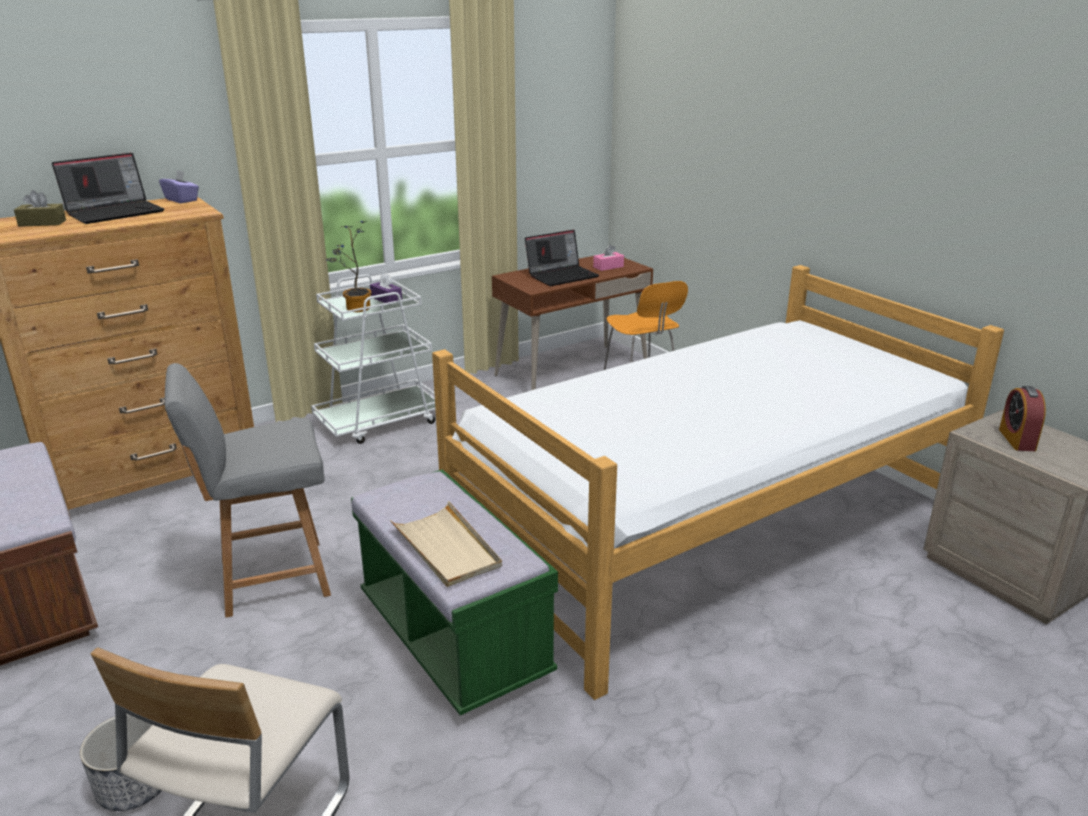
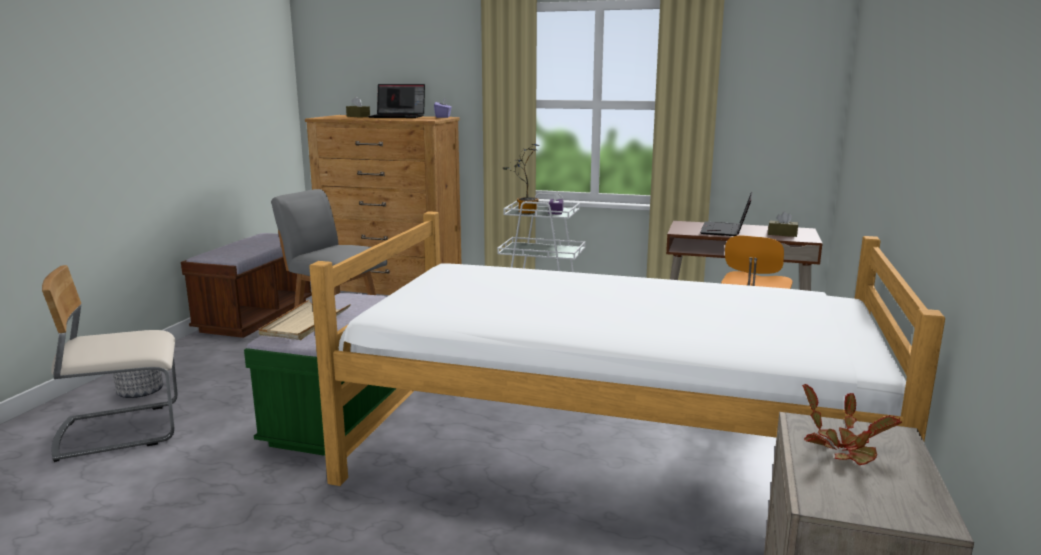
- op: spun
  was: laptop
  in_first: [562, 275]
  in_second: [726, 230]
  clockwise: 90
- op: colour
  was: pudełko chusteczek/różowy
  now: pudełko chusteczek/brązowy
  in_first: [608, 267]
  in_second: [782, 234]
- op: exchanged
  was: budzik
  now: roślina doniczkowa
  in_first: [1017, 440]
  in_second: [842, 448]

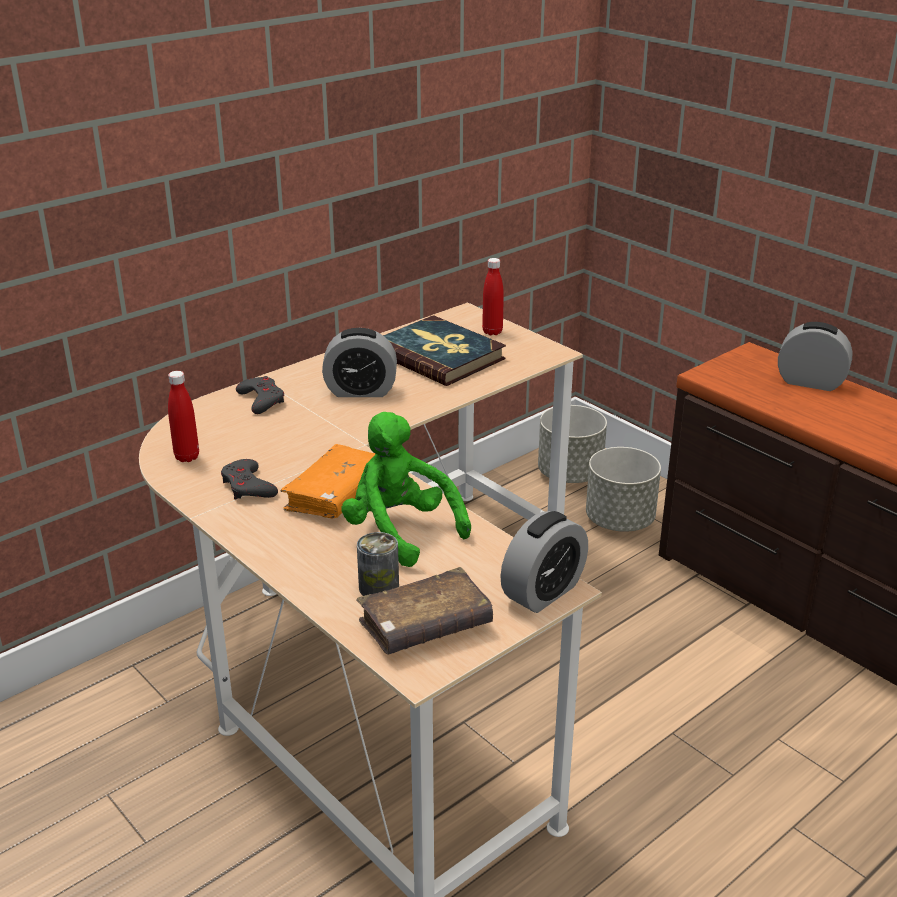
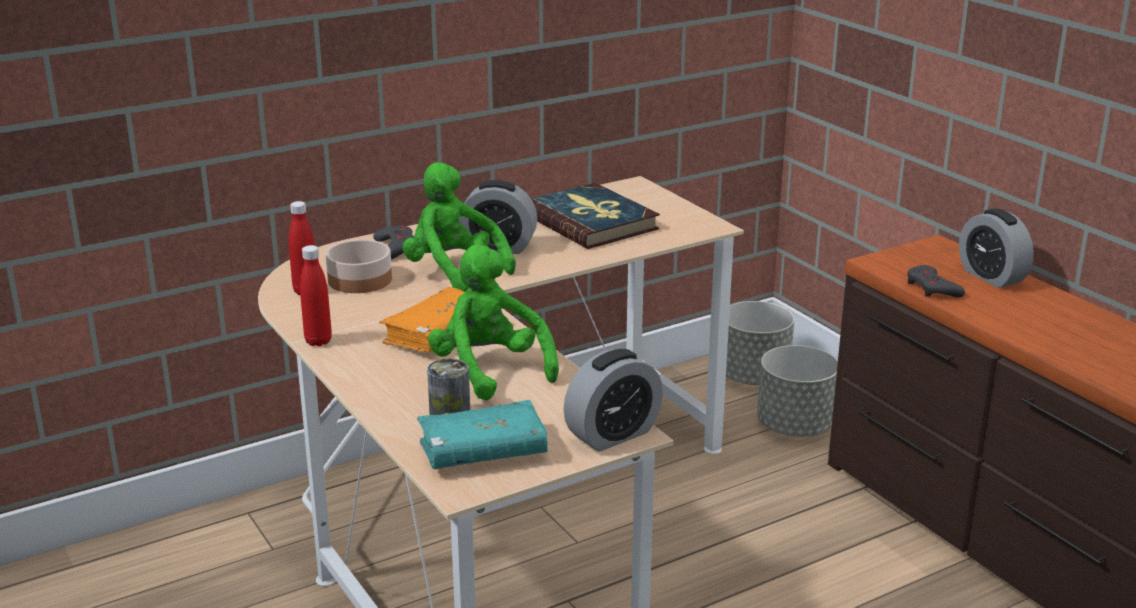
- op: relocated
  was: pad do gier/szary
  in_first: [248, 486]
  in_second: [932, 288]
- op: colour
  was: książka/brązowy
  now: książka/turkusowy
  in_first: [425, 626]
  in_second: [483, 451]
- op: relocated
  was: butelka/czerwony
  in_first: [492, 332]
  in_second: [318, 341]
- op: spun
  was: budzik
  in_first: [810, 382]
  in_second: [991, 277]
  clockwise: -150
- op: appeared
  now: miska
  in_second: [359, 279]
- op: appeared
  now: pluszak/zielony
  in_second: [453, 271]

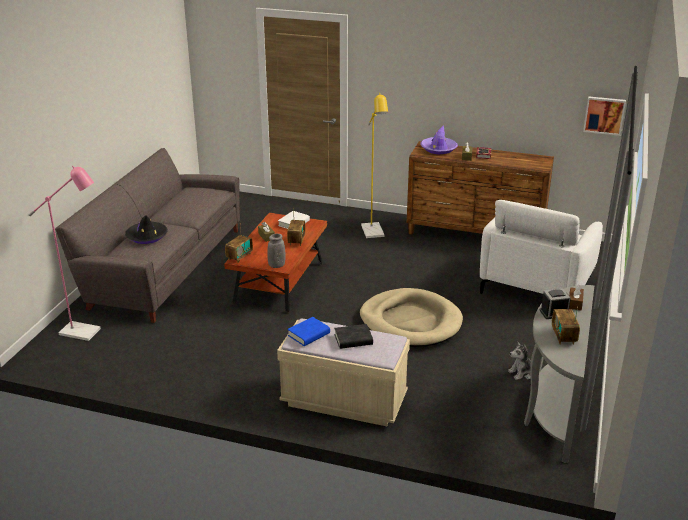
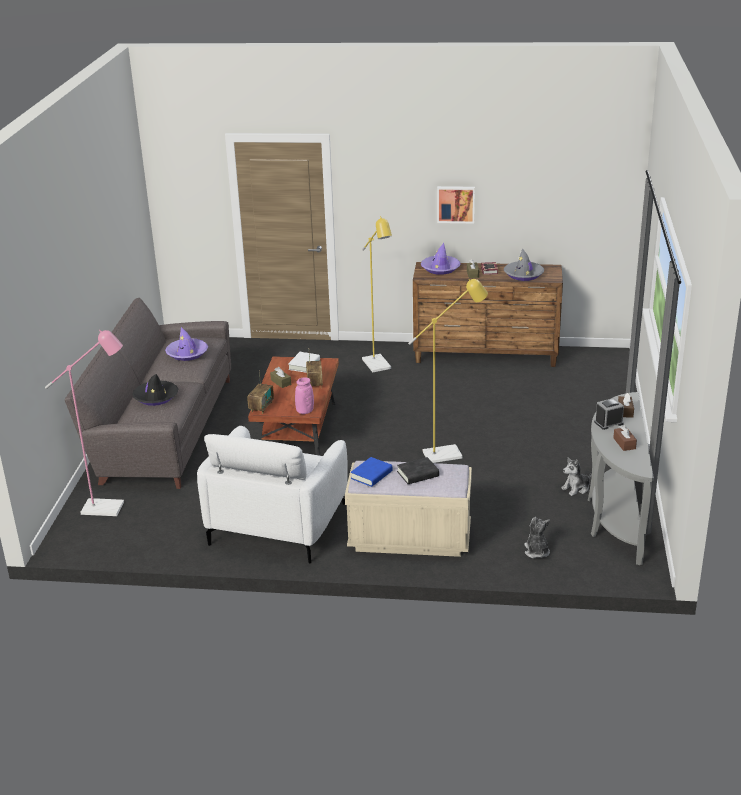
- op: colour
  was: wazon/szary
  now: wazon/różowy
  in_first: [276, 265]
  in_second: [305, 411]
- op: exchanged
  was: legowisko/beżowy
  now: lampa stojąca/żółty
  in_first: [410, 322]
  in_second: [449, 453]
- op: relocated
  was: fotel/biały
  in_first: [536, 284]
  in_second: [278, 523]
- op: exchanged
  was: radio
  now: pudełko chusteczek/brązowy
  in_first: [563, 336]
  in_second: [624, 443]
- op: relocated
  was: obraz
  in_first: [604, 115]
  in_second: [456, 204]
- op: appeared
  now: kapelusz/fioletowy
  in_second: [187, 353]
- op: appeared
  now: kapelusz/szary
  in_second: [523, 275]
- op: appeared
  now: pluszak
  in_second: [536, 551]

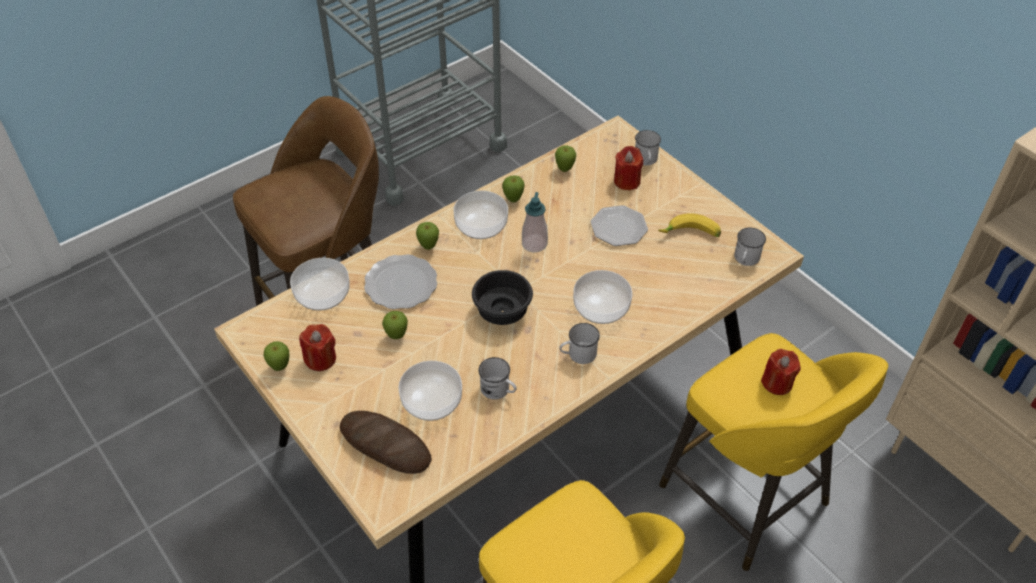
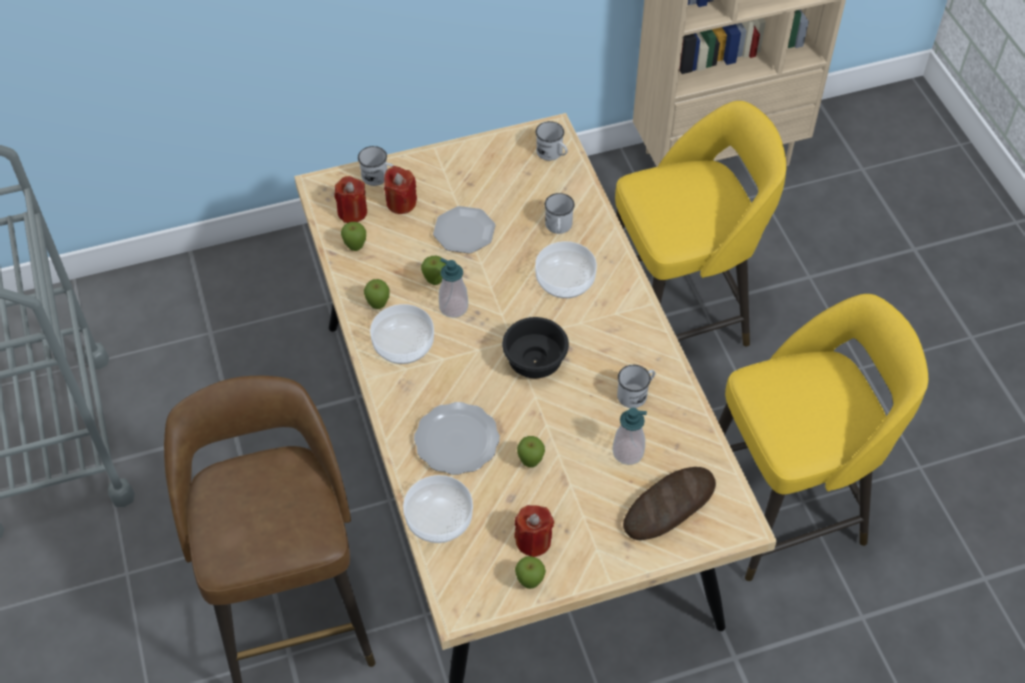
- op: exchanged
  was: miska
  now: dozownik mydła
  in_first: [432, 400]
  in_second: [628, 452]
- op: relocated
  was: jabłko
  in_first: [428, 247]
  in_second: [435, 281]
- op: relocated
  was: kubek/biały
  in_first: [578, 354]
  in_second: [558, 227]
- op: missing
  was: banan
  in_first: [690, 234]
- op: relocated
  was: świeca/czerwony
  in_first: [777, 383]
  in_second: [352, 212]

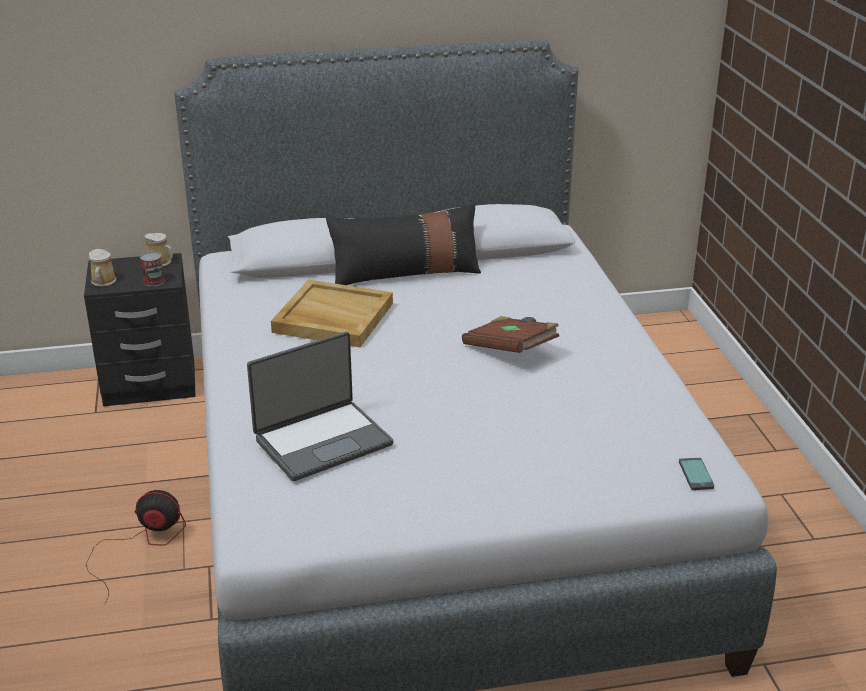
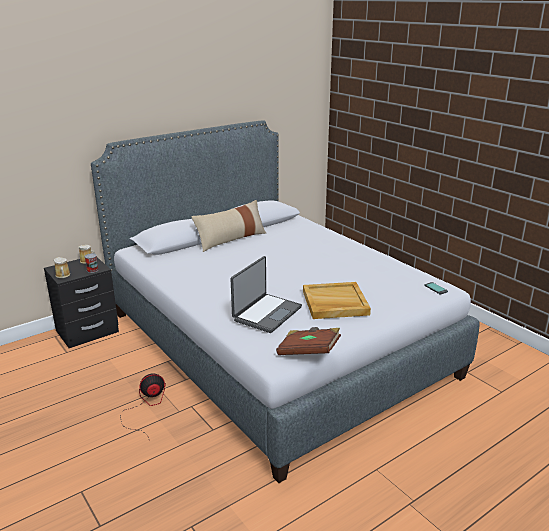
- op: relocated
  was: taca/beżowy
  in_first: [332, 318]
  in_second: [334, 303]
- op: colour
  was: poduszka/czarny
  now: poduszka/beżowy
  in_first: [405, 273]
  in_second: [231, 239]
- op: relocated
  was: książka/brązowy
  in_first: [510, 350]
  in_second: [308, 352]

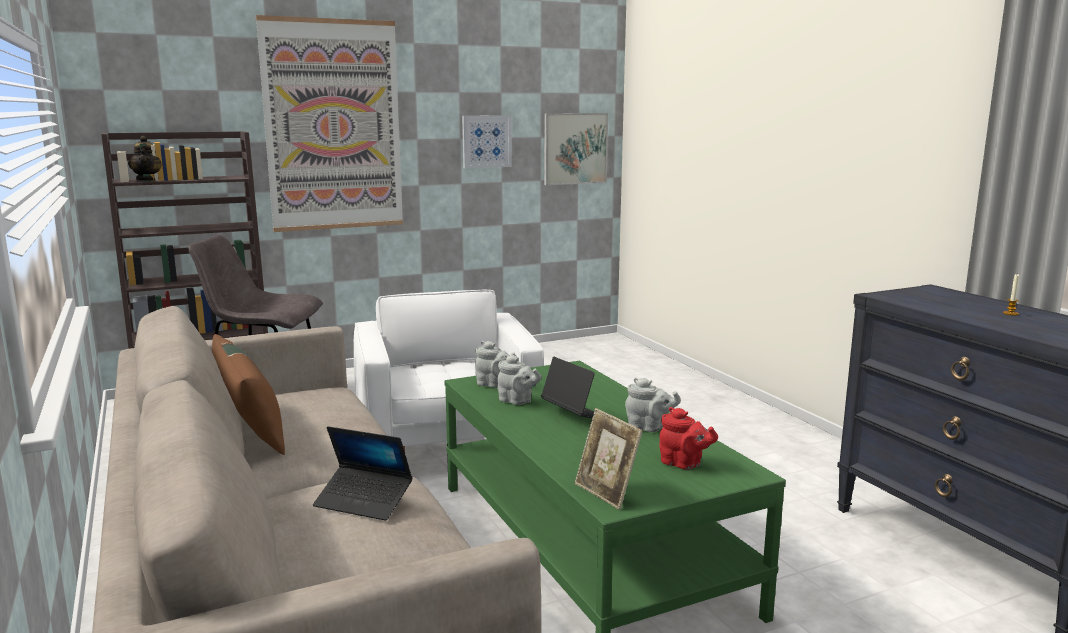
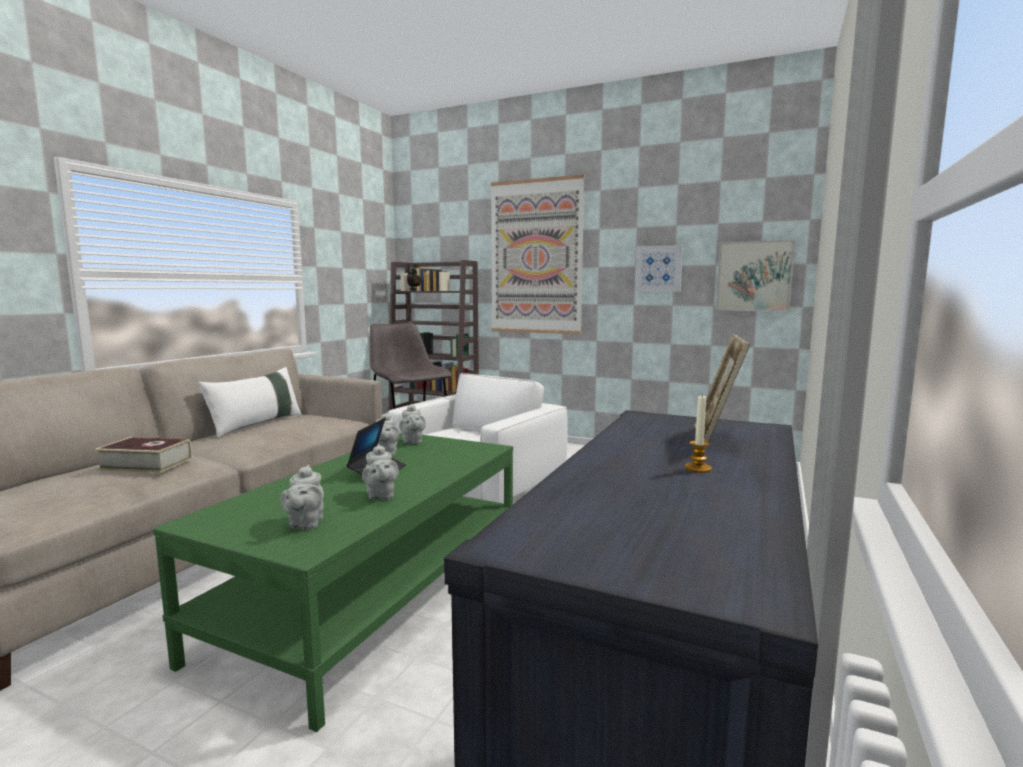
- op: colour
  was: poduszka/brązowy
  now: poduszka/biały
  in_first: [250, 428]
  in_second: [256, 424]
- op: exchanged
  was: laptop
  now: książka
  in_first: [364, 501]
  in_second: [146, 464]
- op: relocated
  was: ramka na zdjęcie
  in_first: [606, 493]
  in_second: [716, 438]
- op: colour
  was: imbryk/czerwony
  now: imbryk/szary
  in_first: [684, 464]
  in_second: [305, 524]

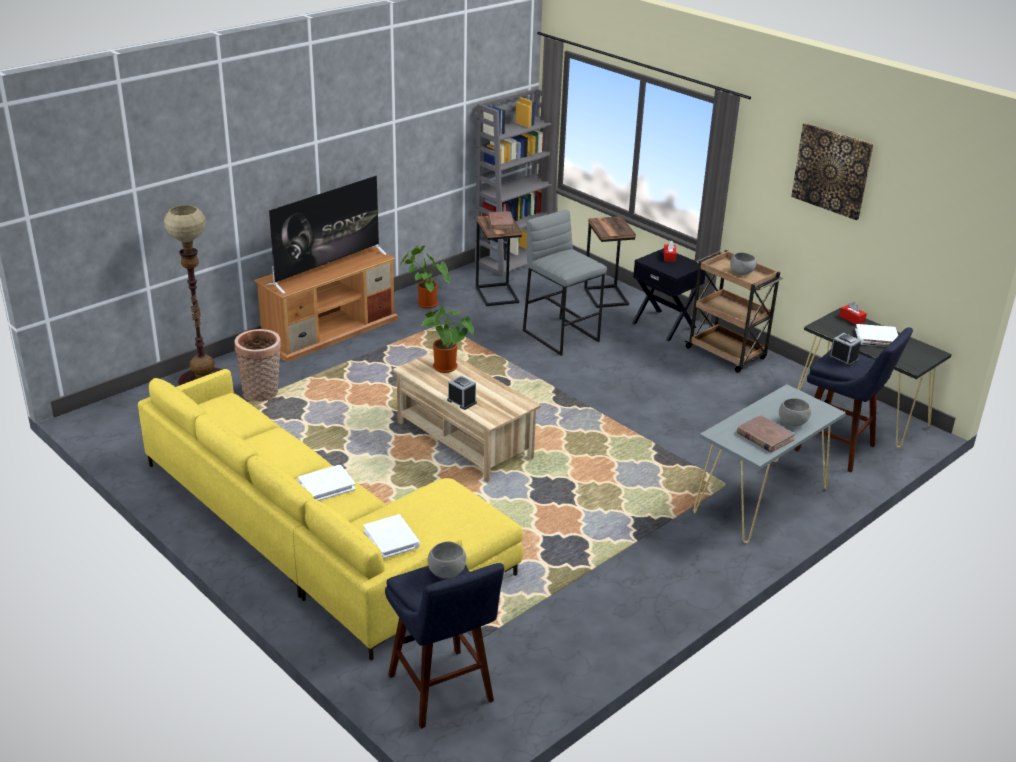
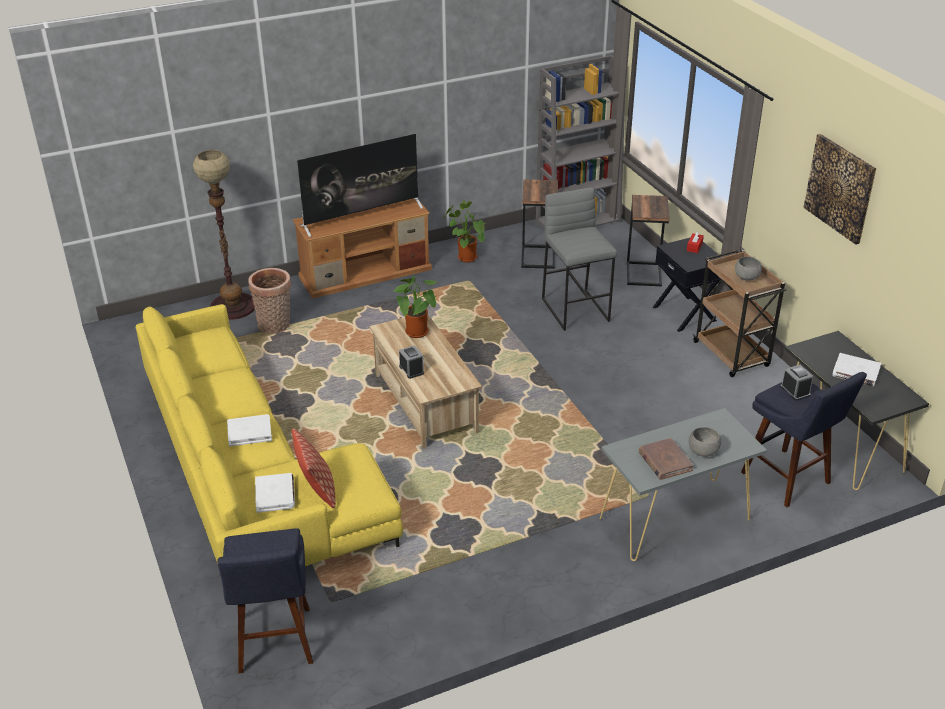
- op: missing
  was: miska/szary
  in_first: [446, 572]
- op: missing
  was: książka/brązowy
  in_first: [500, 223]
- op: missing
  was: pudełko chusteczek/czerwony
  in_first: [852, 319]
- op: appeared
  now: poduszka
  in_second: [317, 491]

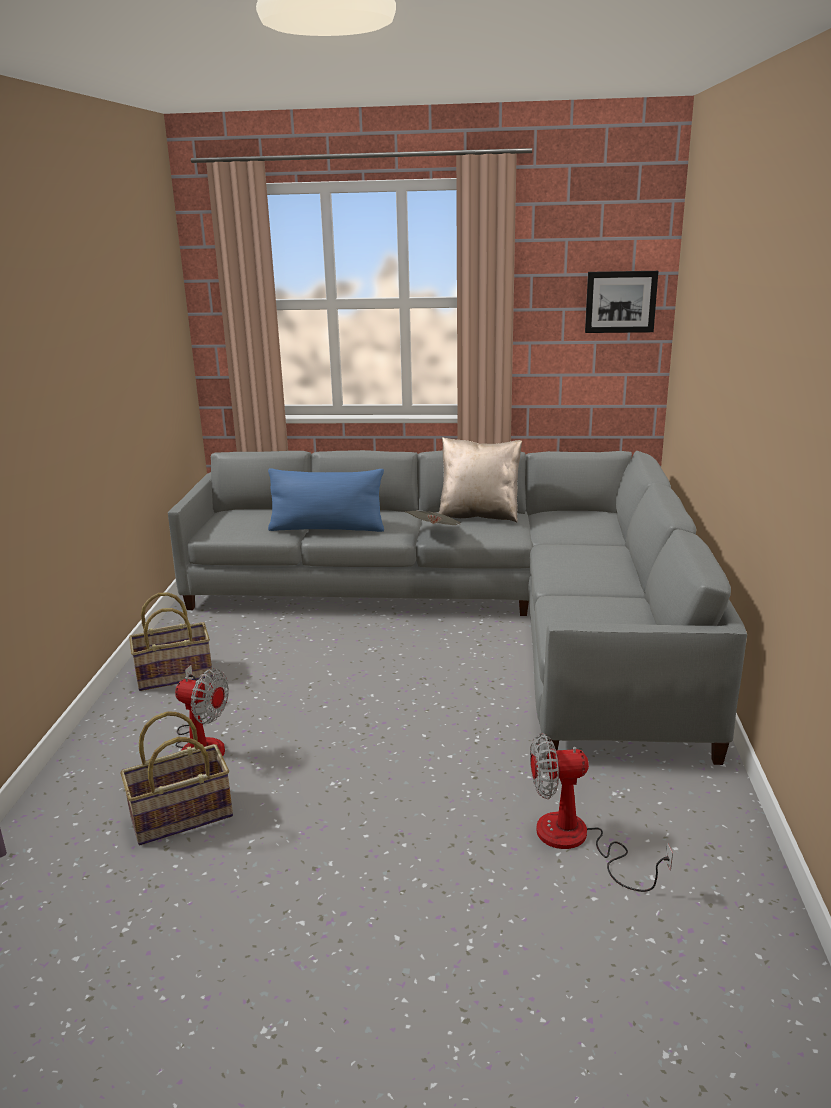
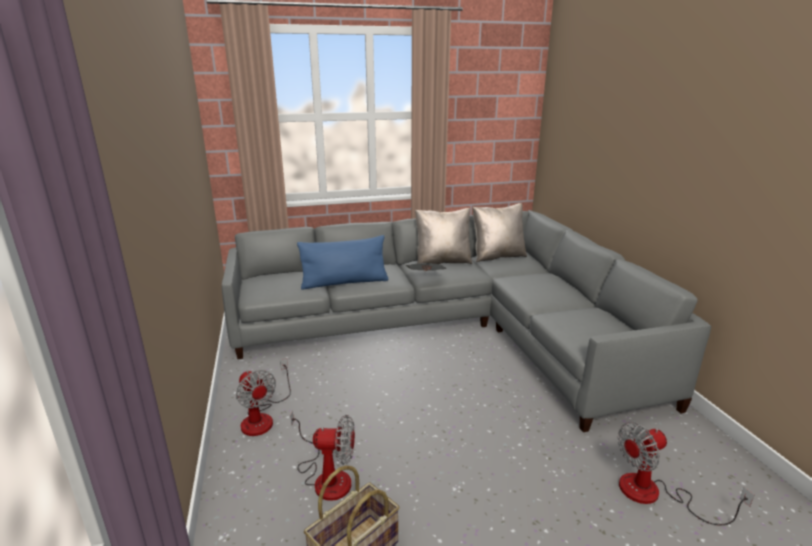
- op: exchanged
  was: koszyk
  now: wentylator
  in_first: [175, 674]
  in_second: [263, 417]
- op: missing
  was: obraz
  in_first: [620, 301]
- op: appeared
  now: poduszka/beżowy
  in_second: [497, 256]

